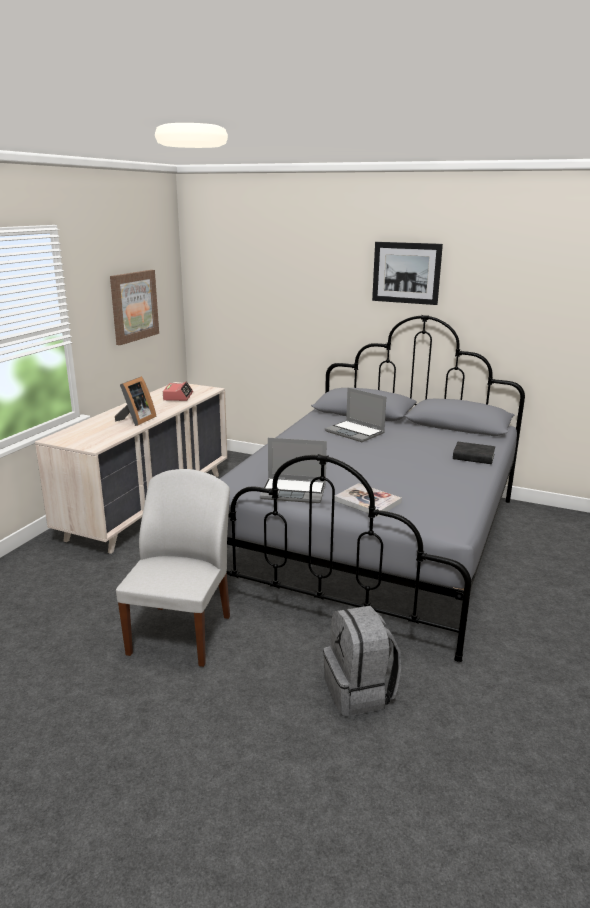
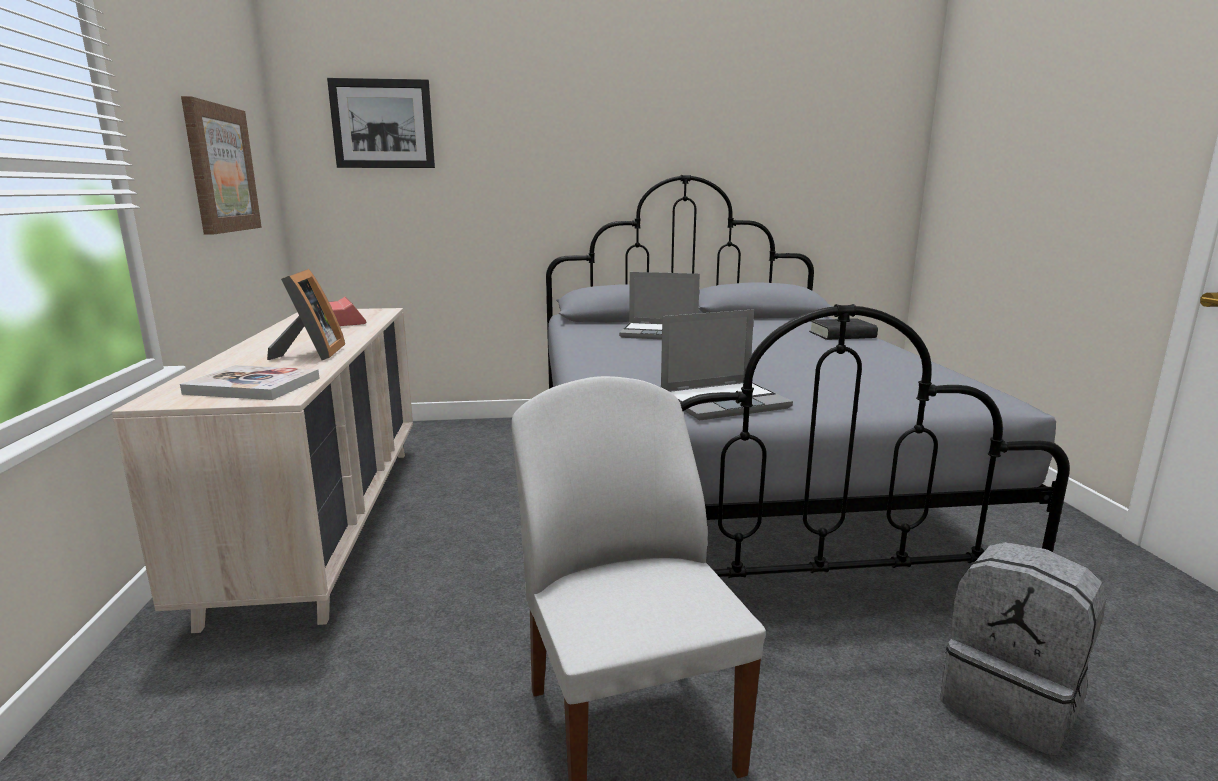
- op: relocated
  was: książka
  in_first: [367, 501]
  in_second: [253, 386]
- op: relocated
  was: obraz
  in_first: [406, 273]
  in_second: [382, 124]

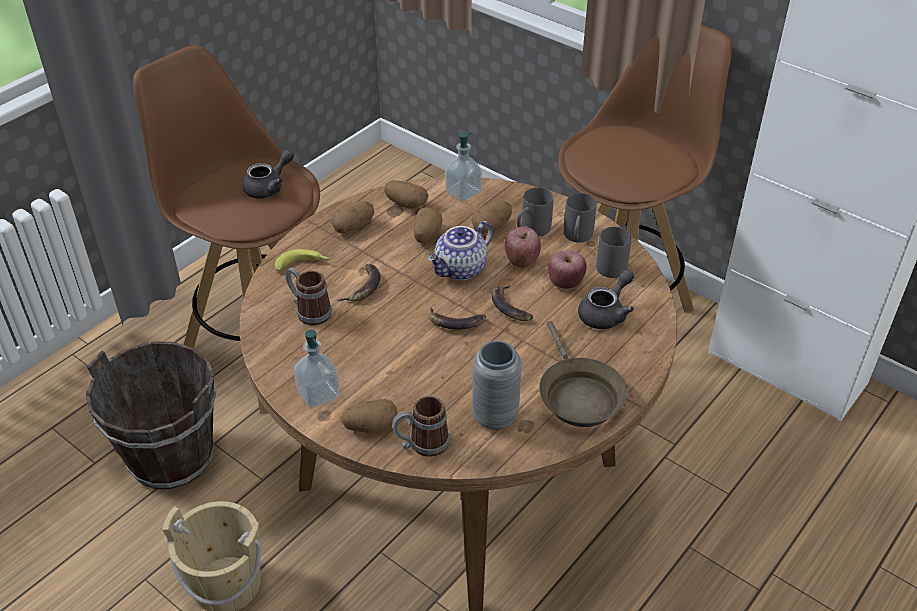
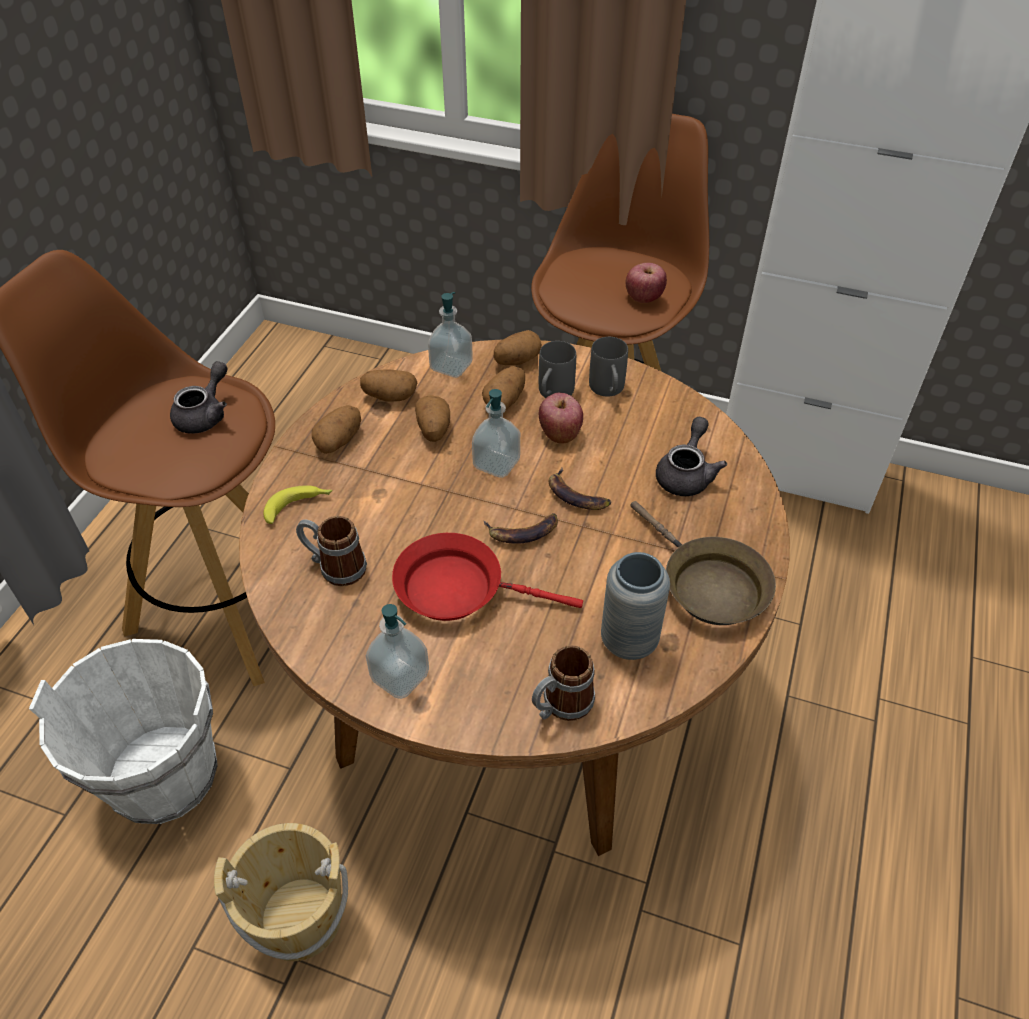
- op: colour
  was: wiadro/brązowy
  now: wiadro/biały
  in_first: [172, 456]
  in_second: [164, 774]
- op: missing
  was: banan
  in_first: [363, 287]
- op: relocated
  was: ziemniak
  in_first: [370, 426]
  in_second: [517, 360]
- op: exchanged
  was: imbryk
  now: dozownik mydła
  in_first: [461, 270]
  in_second: [496, 463]
- op: relocated
  was: jabłko
  in_first: [565, 282]
  in_second: [644, 298]
- op: missing
  was: kubek/szary
  in_first: [612, 263]
- op: appeared
  now: patelnia/czerwony
  in_second: [459, 589]

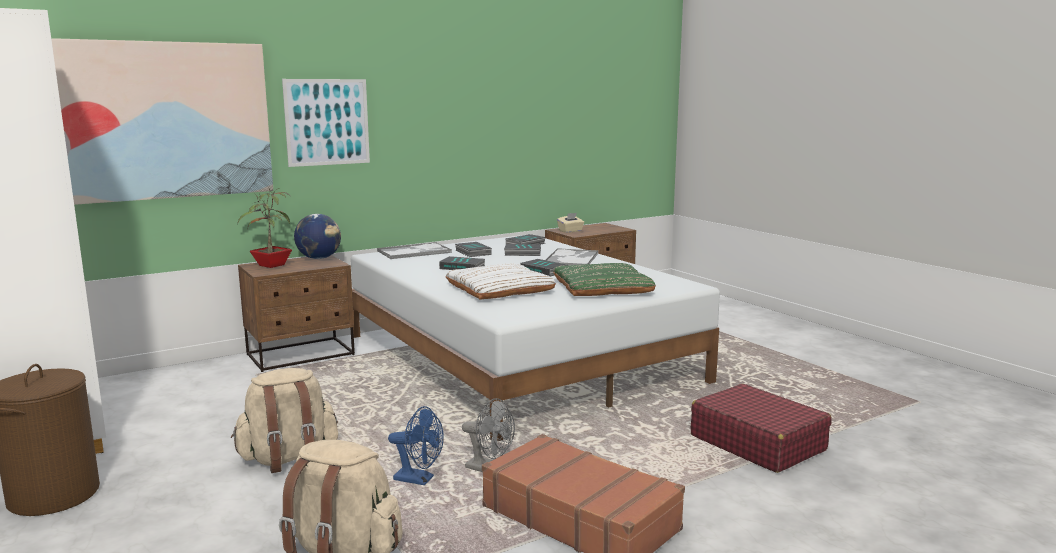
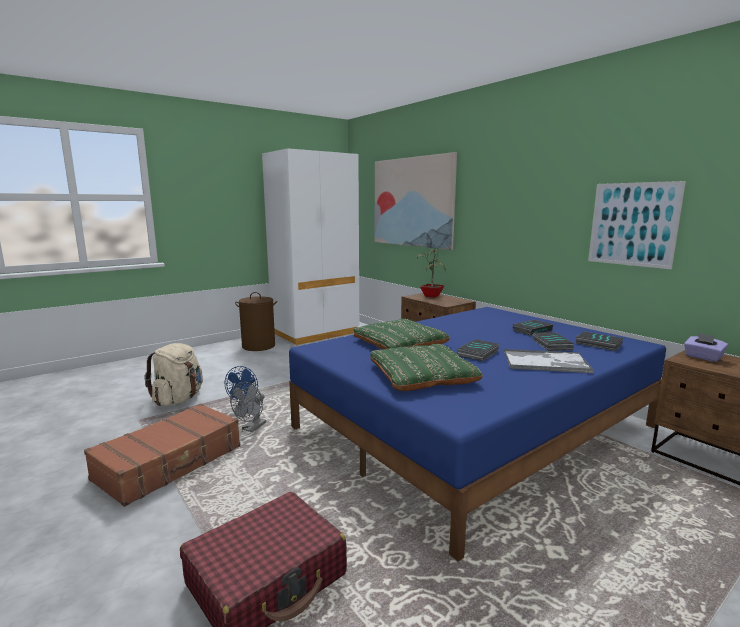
- op: missing
  was: plecak/beżowy
  in_first: [288, 458]
- op: relocated
  was: obraz
  in_first: [327, 122]
  in_second: [633, 224]
- op: missing
  was: globus
  in_first: [319, 258]
- op: colour
  was: łóżko/biały
  now: łóżko/niebieski
  in_first: [518, 357]
  in_second: [475, 427]
- op: missing
  was: taca
  in_first: [415, 252]
- op: missing
  was: książka
  in_first: [463, 267]
- op: colour
  was: poduszka/biały
  now: poduszka/zielony
  in_first: [499, 289]
  in_second: [400, 343]
- op: colour
  was: pudełko chusteczek/beżowy
  now: pudełko chusteczek/fioletowy
  in_first: [570, 231]
  in_second: [703, 357]

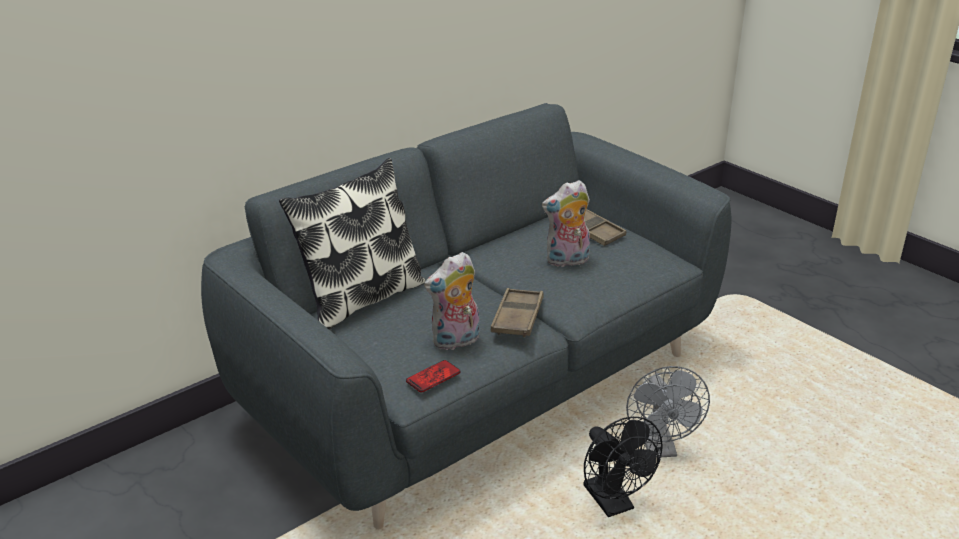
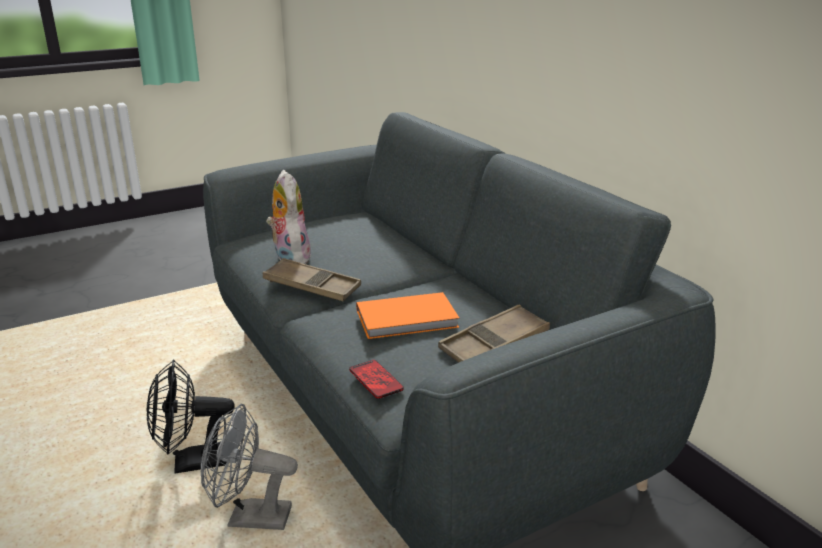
- op: missing
  was: poduszka
  in_first: [360, 299]
- op: relocated
  was: telefon
  in_first: [433, 377]
  in_second: [376, 380]
- op: exchanged
  was: pluszak
  now: książka/pomarańczowy
  in_first: [567, 261]
  in_second: [408, 319]

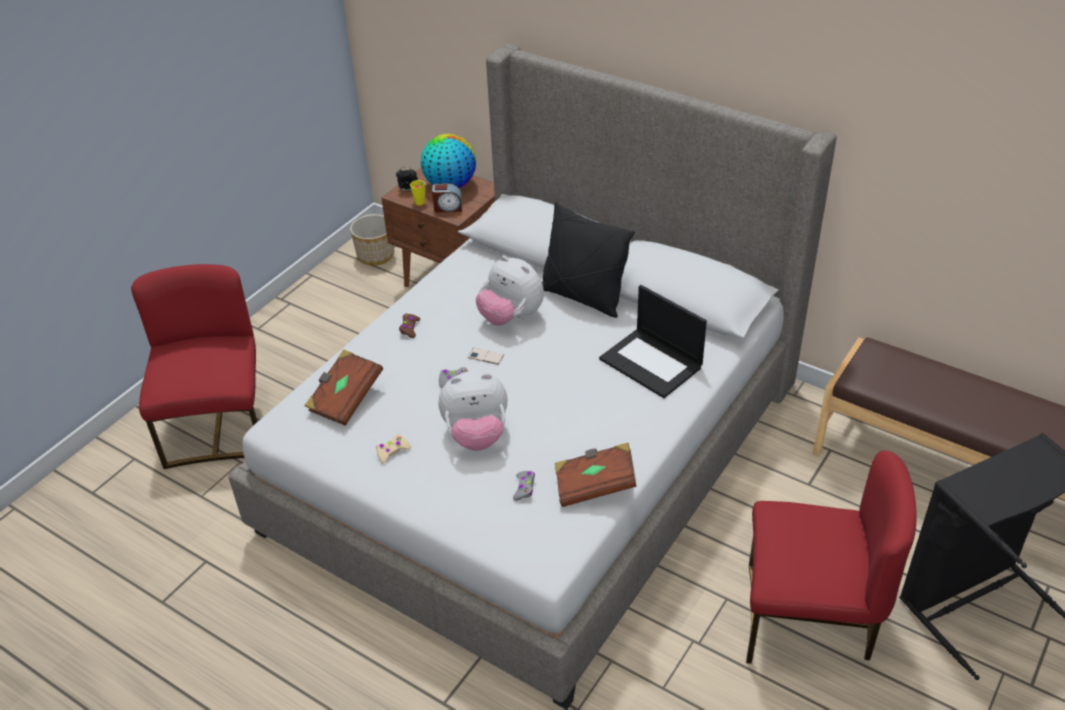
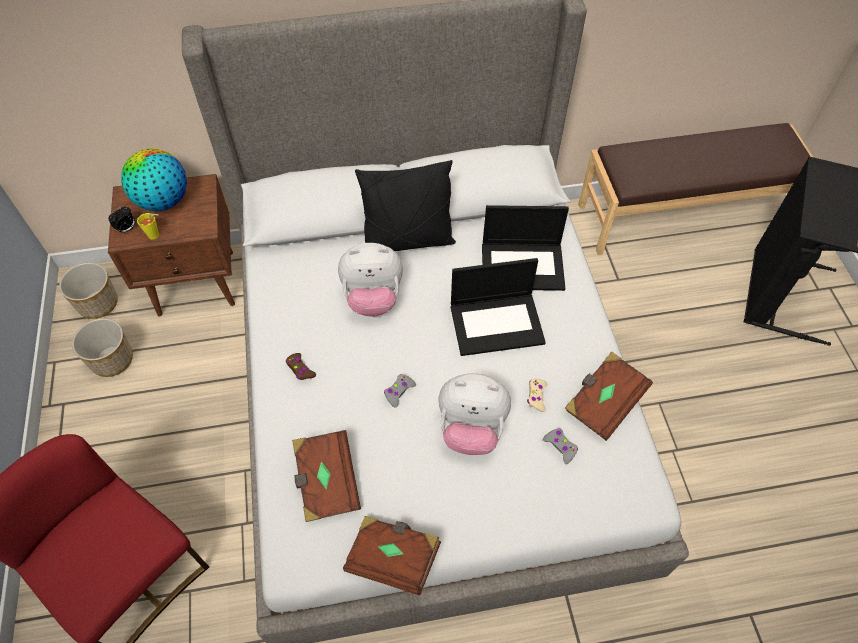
- op: relocated
  was: pad do gier/beżowy
  in_first: [392, 451]
  in_second: [536, 396]
- op: missing
  was: budzik
  in_first: [448, 208]
- op: spun
  was: pluszak
  in_first: [476, 435]
  in_second: [471, 428]
  clockwise: 60
- op: missing
  was: telefon
  in_first: [486, 356]
- op: missing
  was: krzesło/czerwony
  in_first: [808, 619]
- op: appeared
  now: donica
  in_second: [112, 360]
- op: appeared
  now: książka/brązowy
  in_second: [393, 558]
- op: appeared
  now: laptop
  in_second: [497, 323]

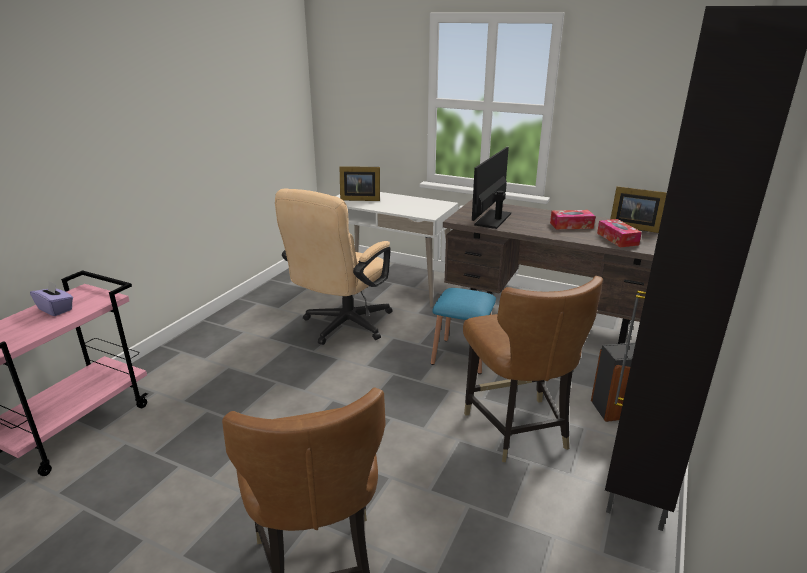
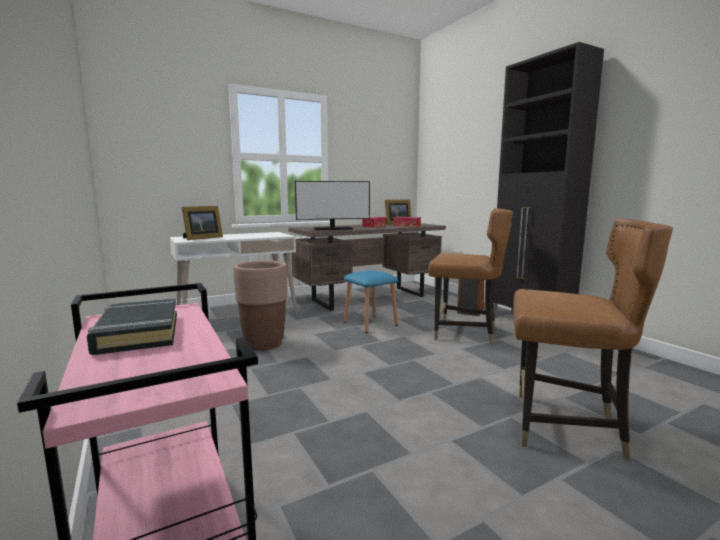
- op: exchanged
  was: pudełko chusteczek/fioletowy
  now: książka/czarny
  in_first: [56, 309]
  in_second: [138, 332]
- op: exchanged
  was: krzesło biurowe/beżowy
  now: donica/brązowy
  in_first: [342, 327]
  in_second: [264, 344]
- op: spun
  was: monitor
  in_first: [493, 219]
  in_second: [333, 229]
  clockwise: -75

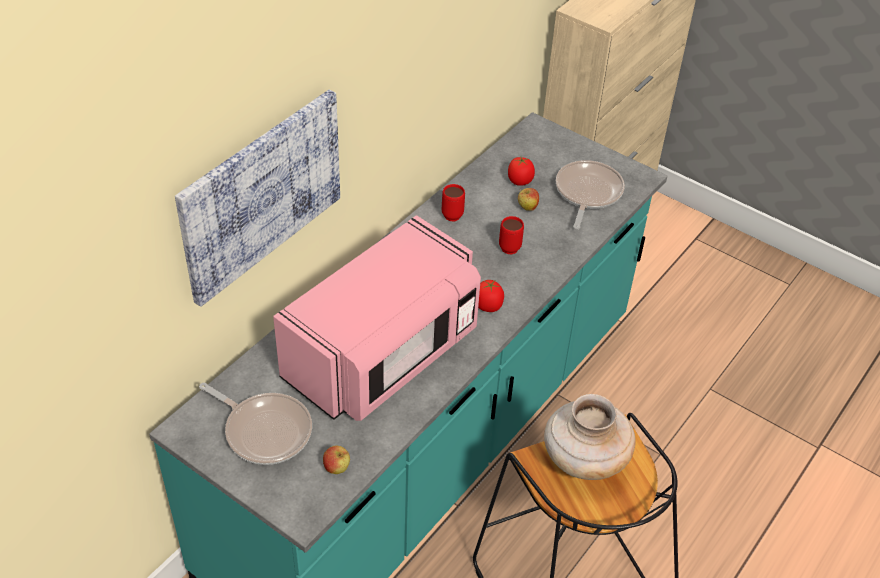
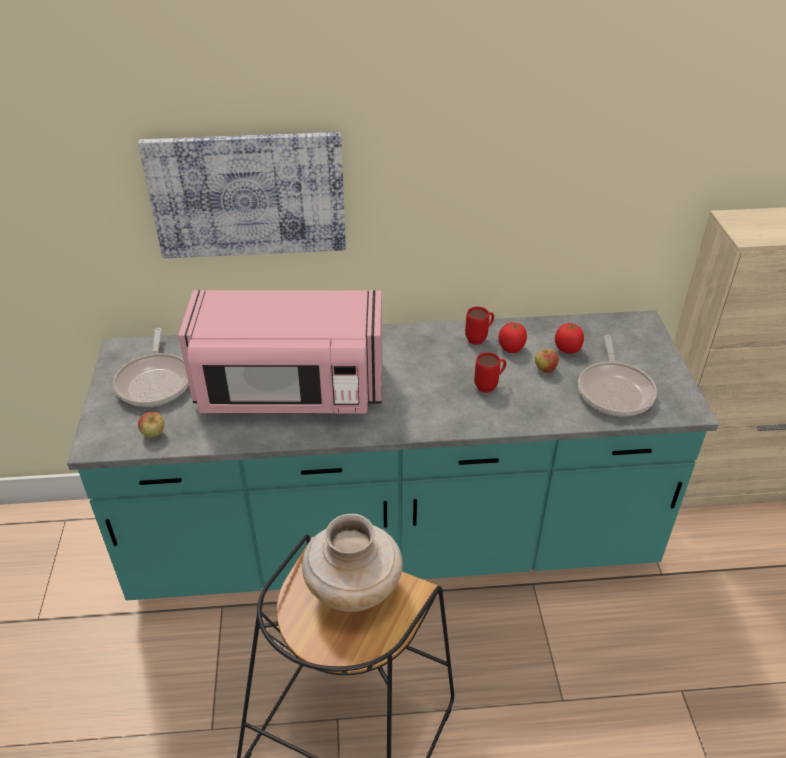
- op: relocated
  was: pomidor
  in_first: [488, 306]
  in_second: [511, 348]
- op: spun
  was: patelnia
  in_first: [587, 193]
  in_second: [614, 391]
  clockwise: 120

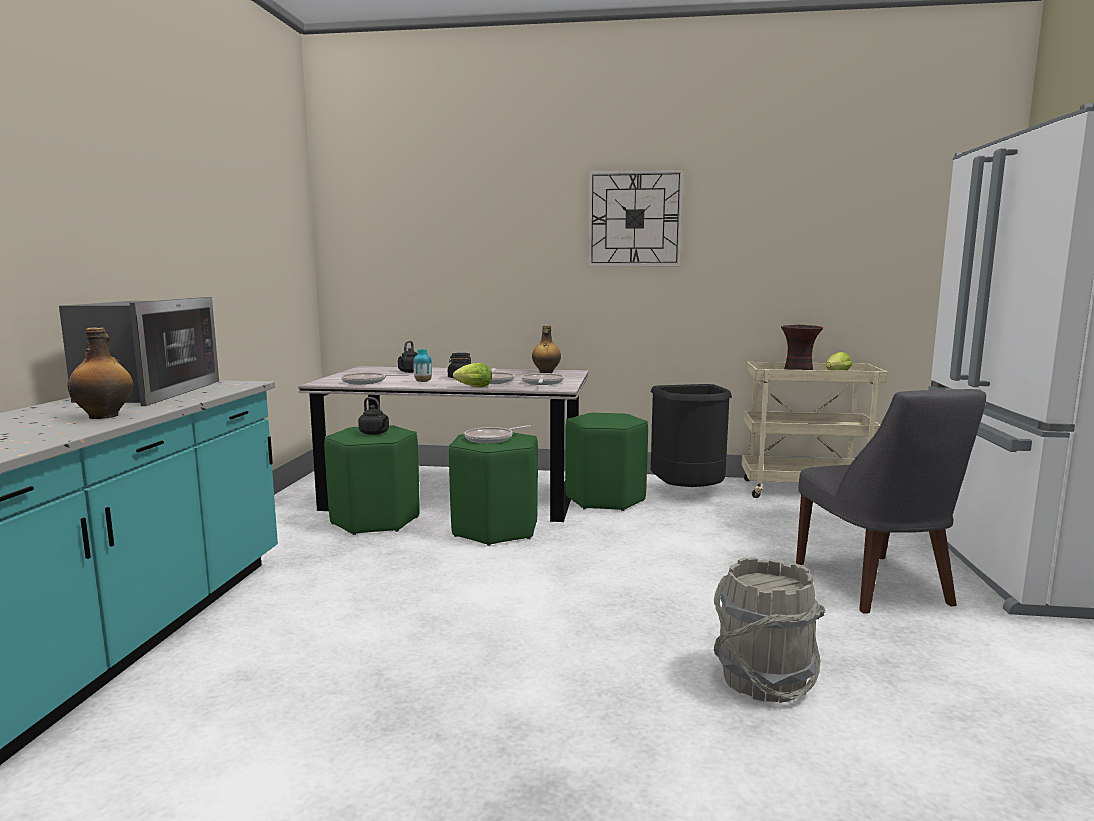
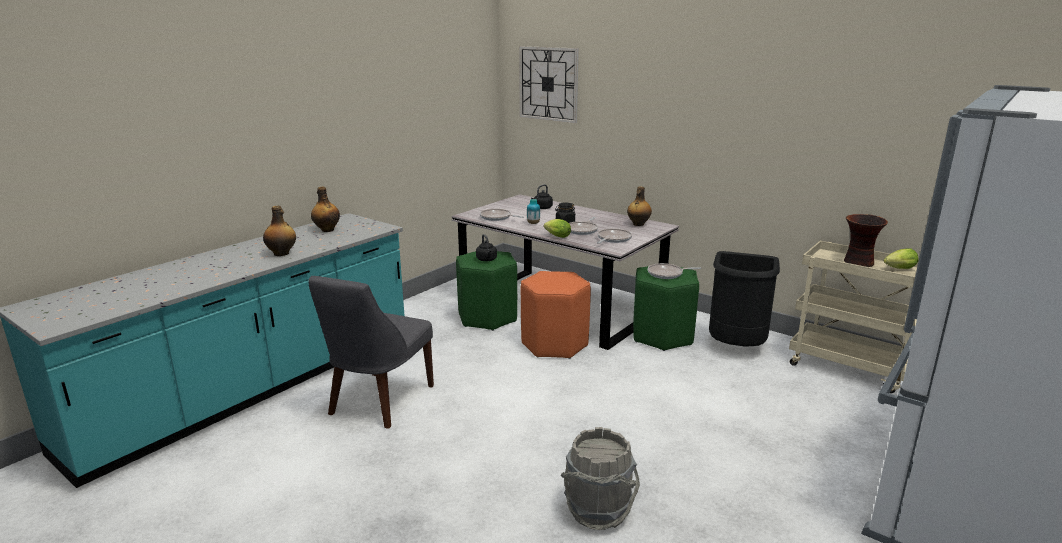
- op: exchanged
  was: mikrofalówka
  now: butelka
  in_first: [148, 392]
  in_second: [327, 230]
- op: colour
  was: stołek/zielony
  now: stołek/pomarańczowy
  in_first: [494, 529]
  in_second: [554, 344]
- op: relocated
  was: patelnia
  in_first: [491, 439]
  in_second: [667, 274]
- op: relocated
  was: zegar ścienny
  in_first: [634, 219]
  in_second: [548, 84]
- op: relocated
  was: krzesło/szary
  in_first: [876, 586]
  in_second: [378, 402]

